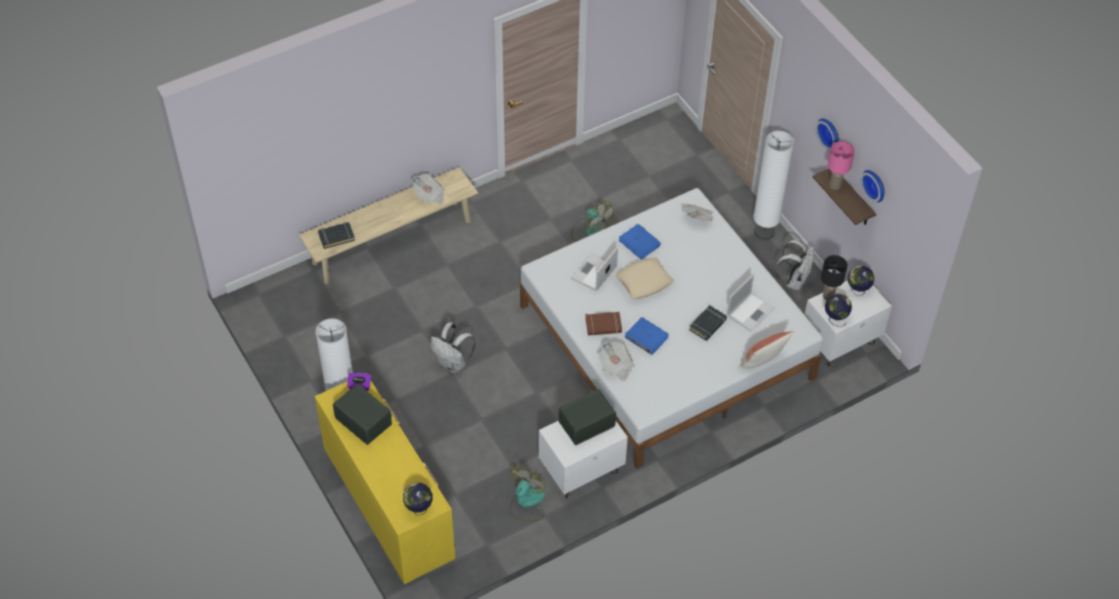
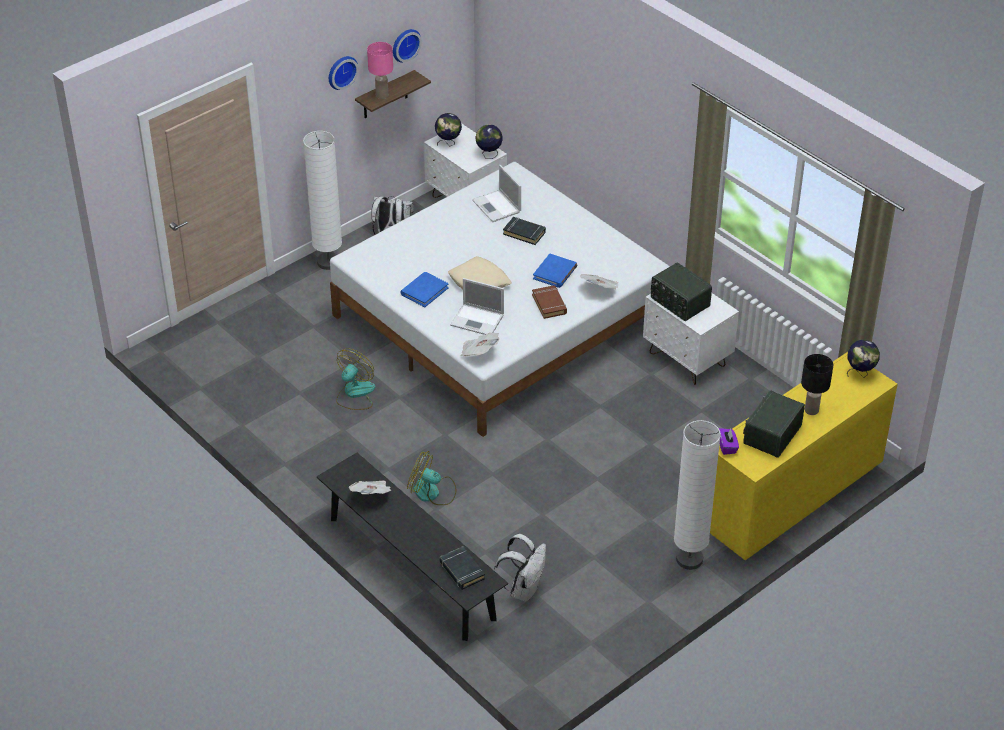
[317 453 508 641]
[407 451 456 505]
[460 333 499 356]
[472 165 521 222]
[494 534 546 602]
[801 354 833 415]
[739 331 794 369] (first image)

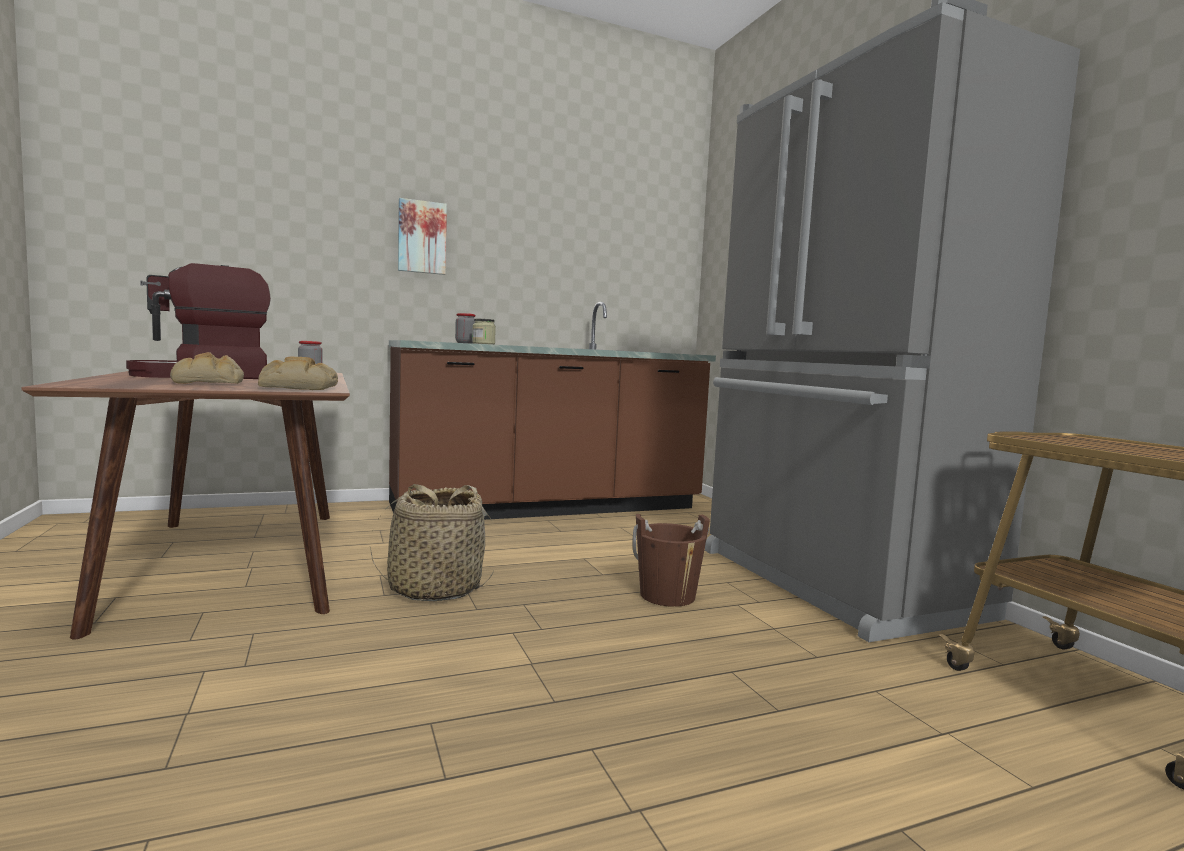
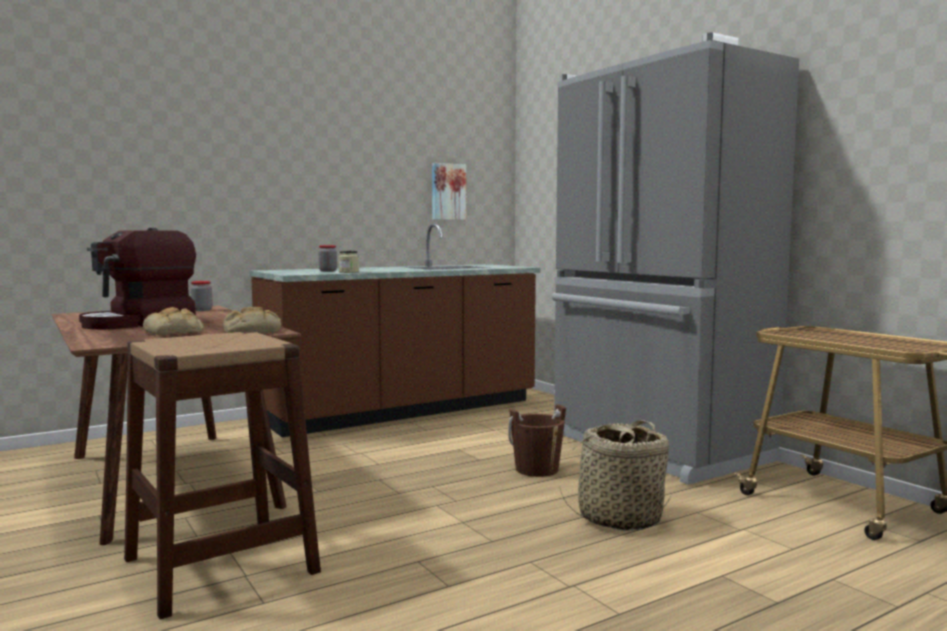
[124 332 321 619]
[432 163 466 220]
[560 420 670 531]

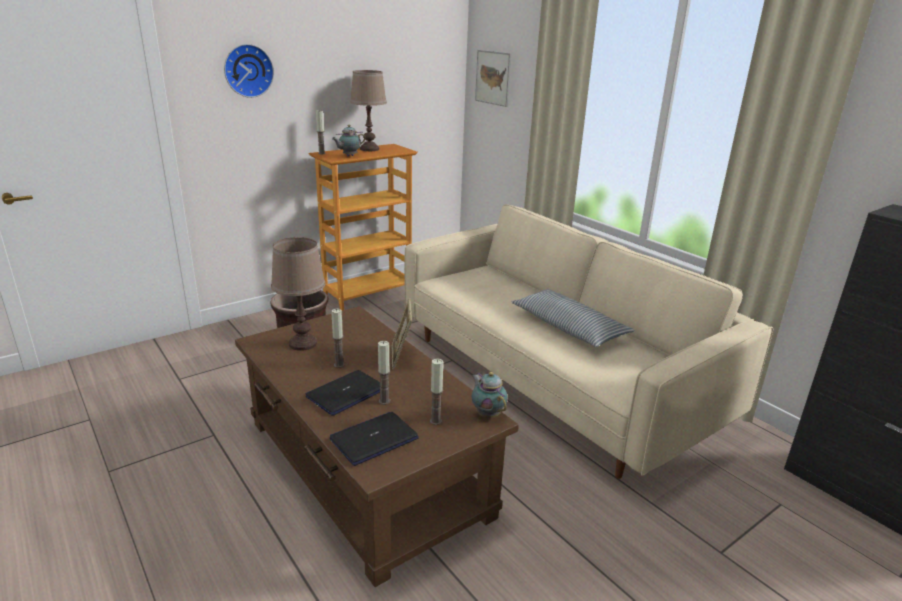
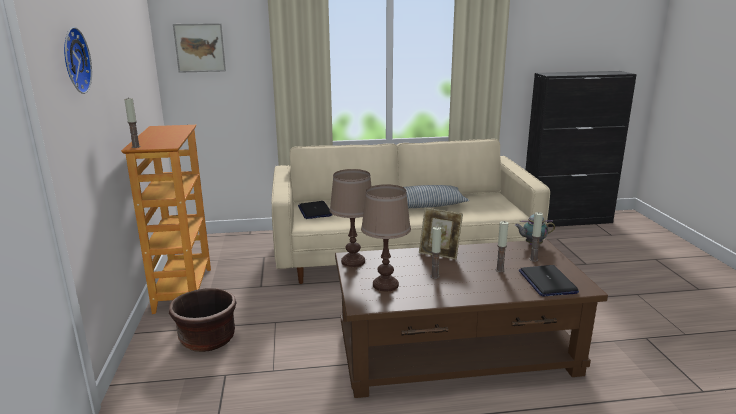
[298 201 332 219]
[330 169 372 267]
[332 125 366 156] (first image)

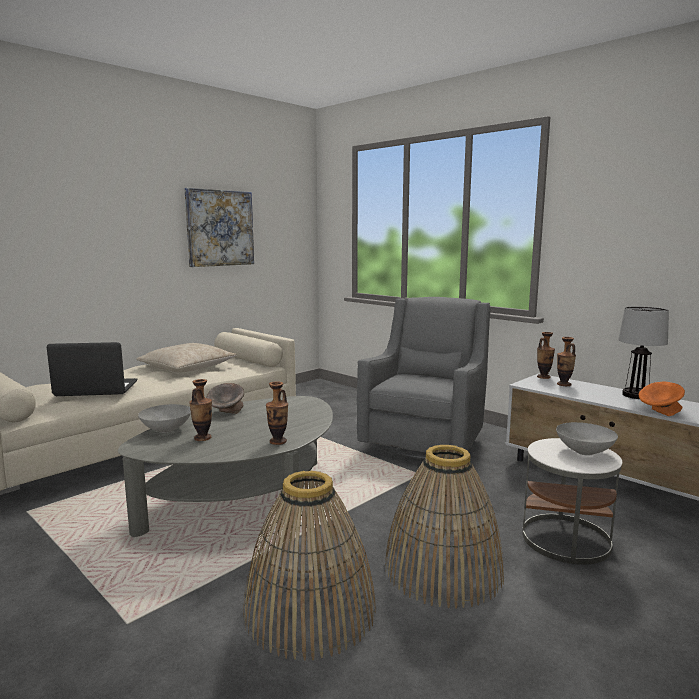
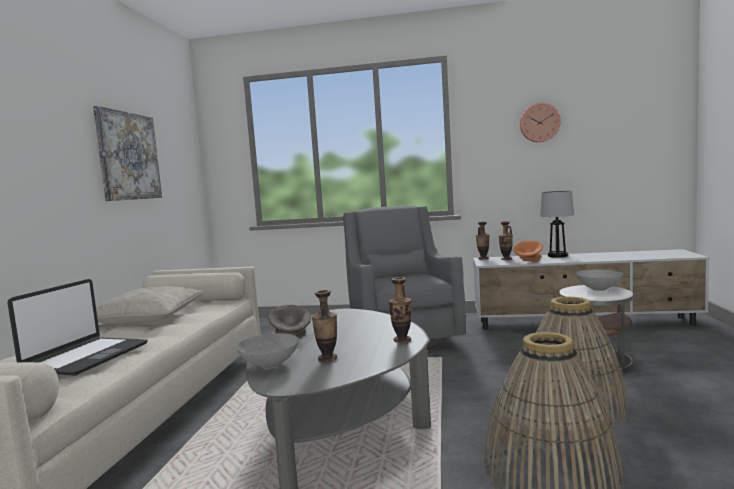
[7 279 148 376]
[513 241 543 262]
[520 103 561 142]

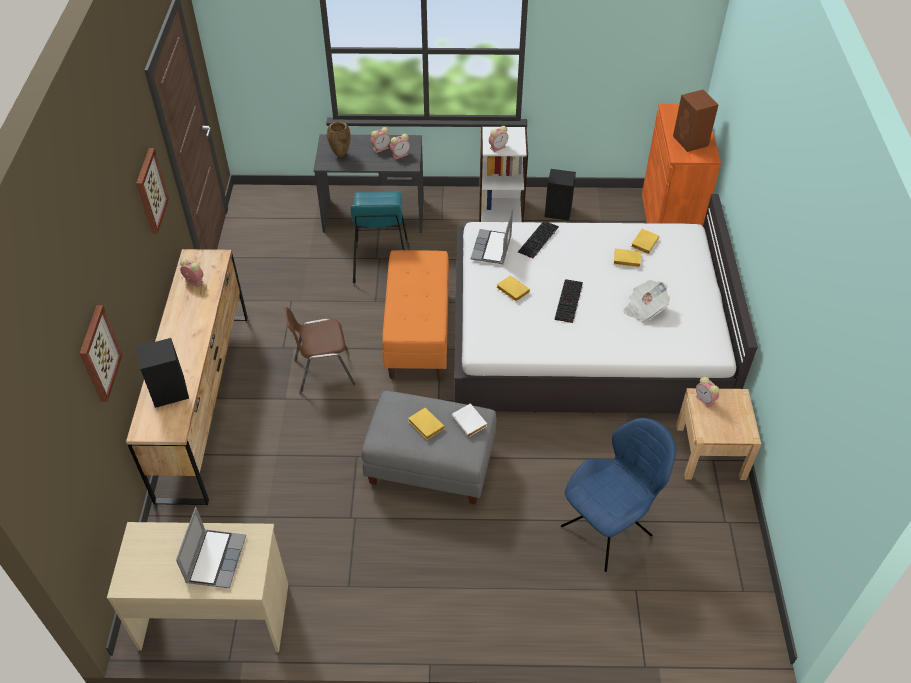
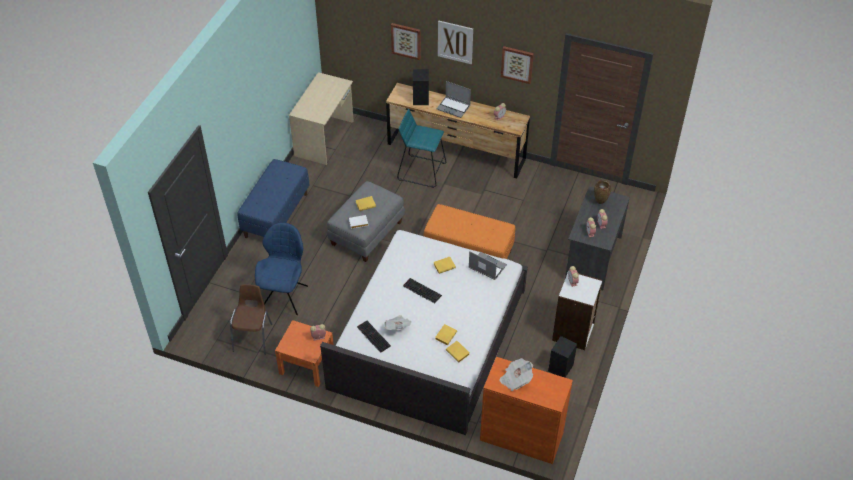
[230 284 272 355]
[238 159 310 238]
[255 223 308 315]
[275 320 334 387]
[357 321 391 353]
[397 109 446 188]
[437 81 471 118]
[438 21 473 64]
[499 358 533 391]

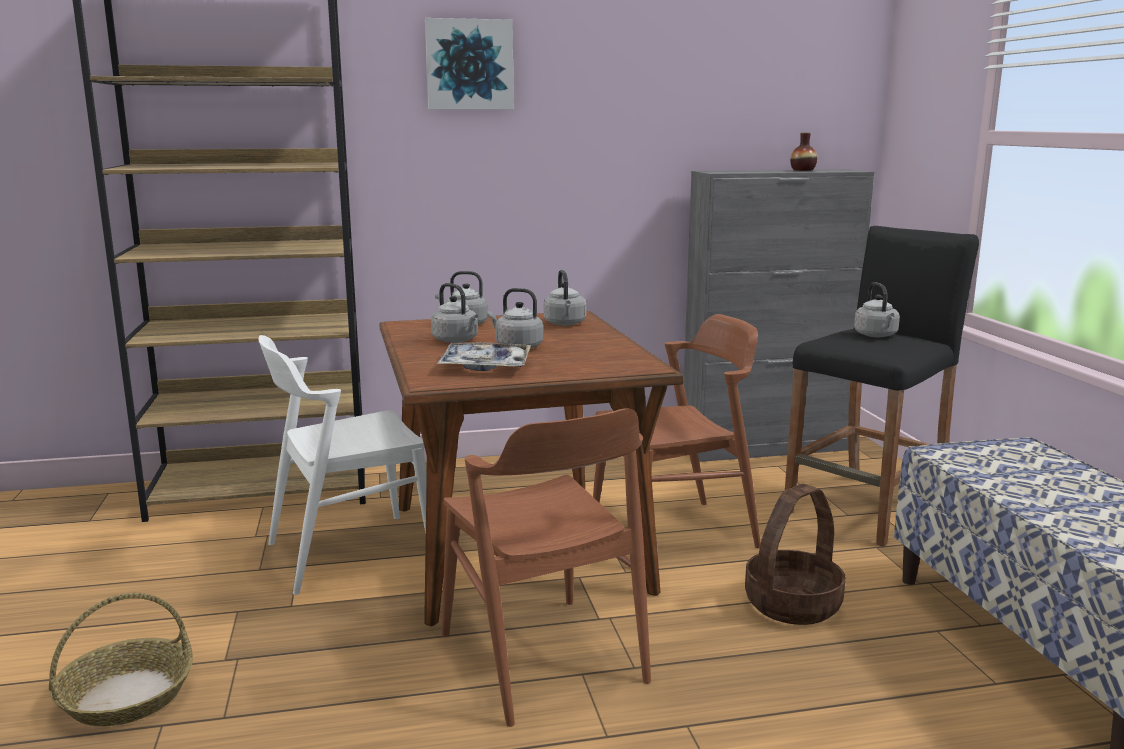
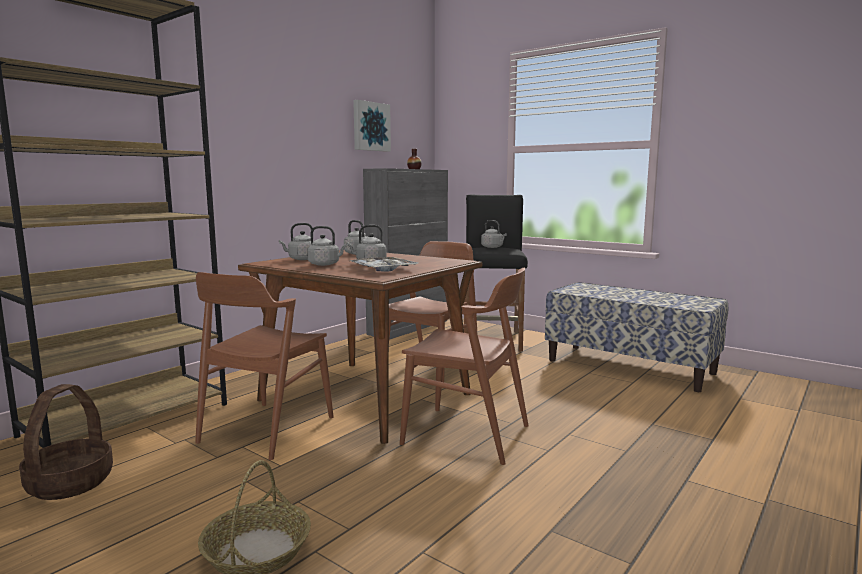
[19 384 113 500]
[195 272 334 460]
[353 100 391 152]

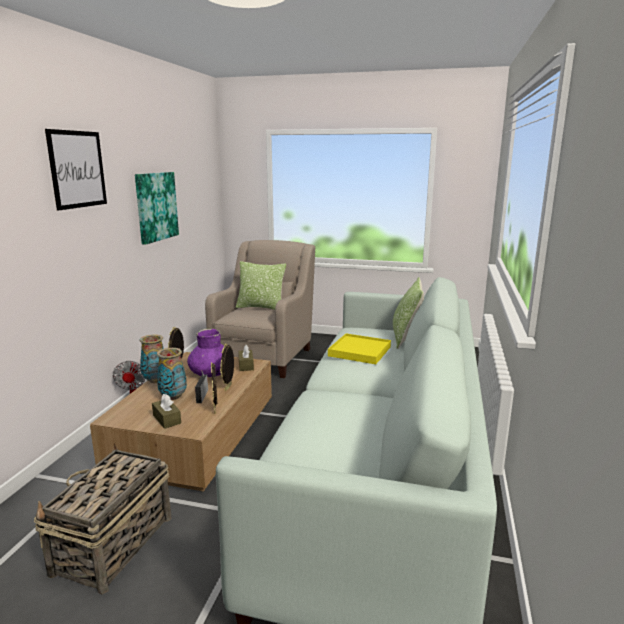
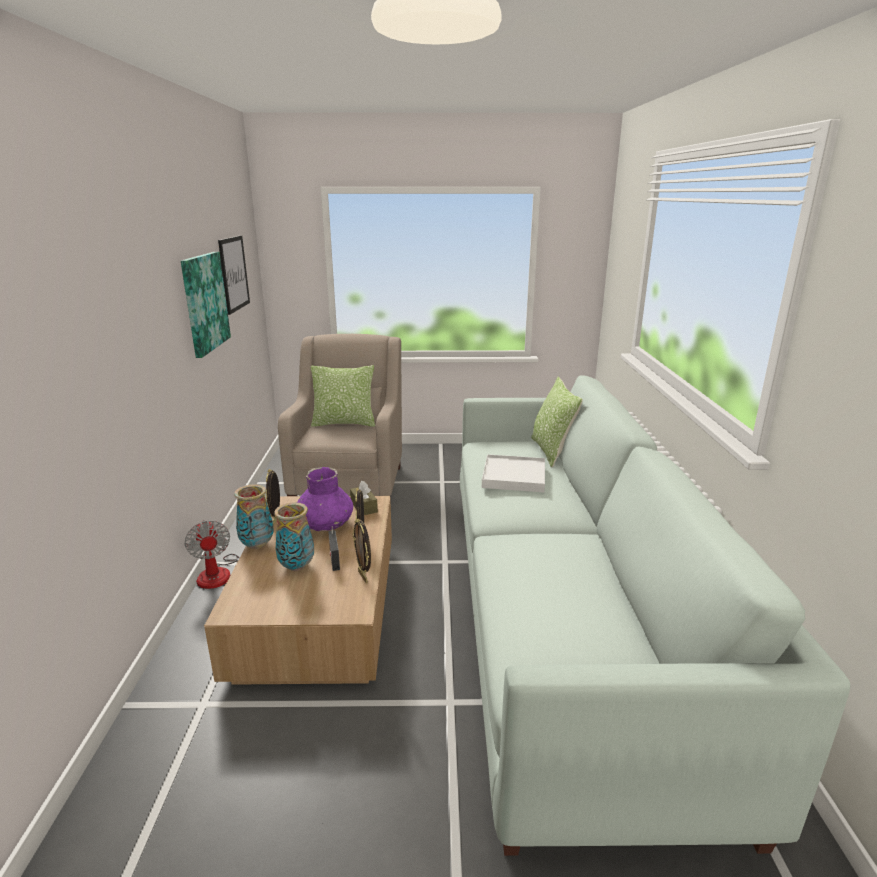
[218 235 250 315]
[482 454 545 492]
[34 443 171 594] (first image)
[152 394 181 429] (first image)

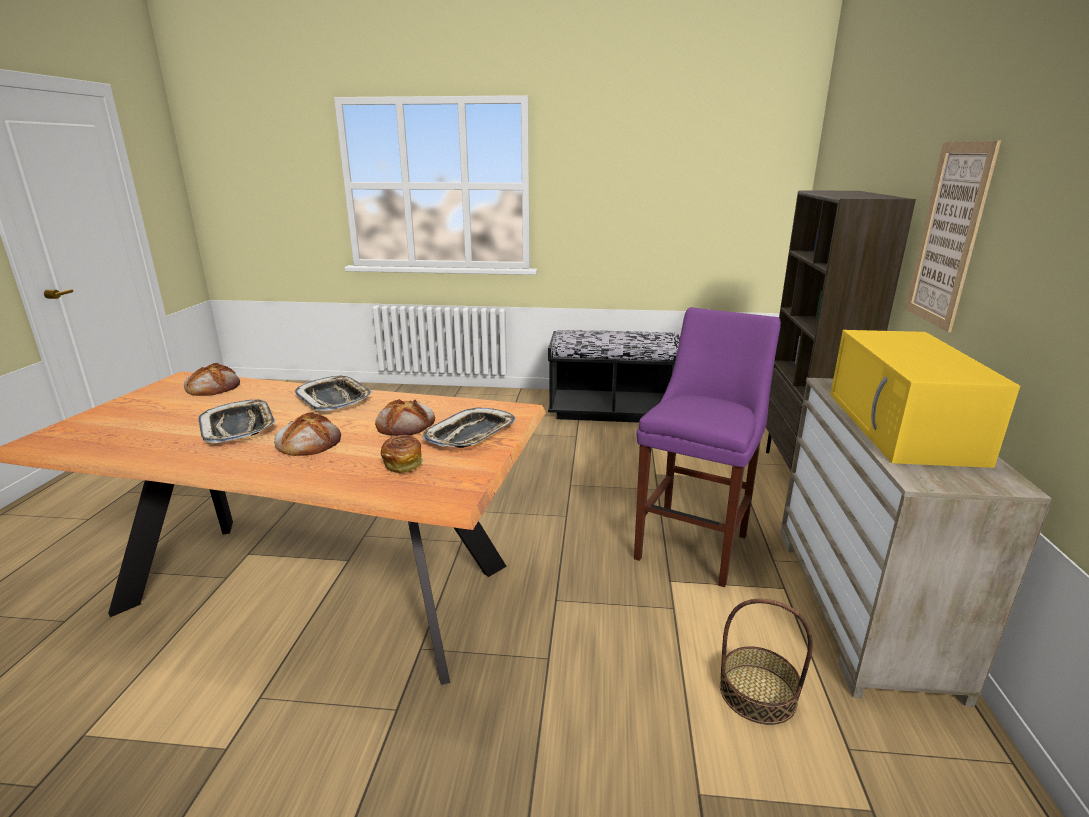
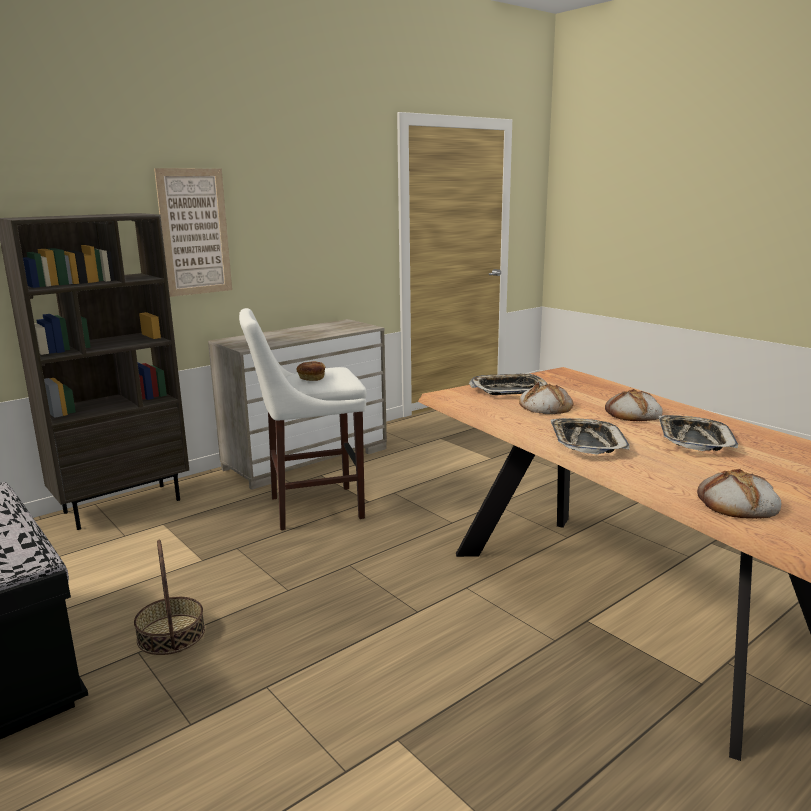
[134 540 205 655]
[239 308 367 530]
[297 361 325 381]
[830 330 1020 468] (first image)

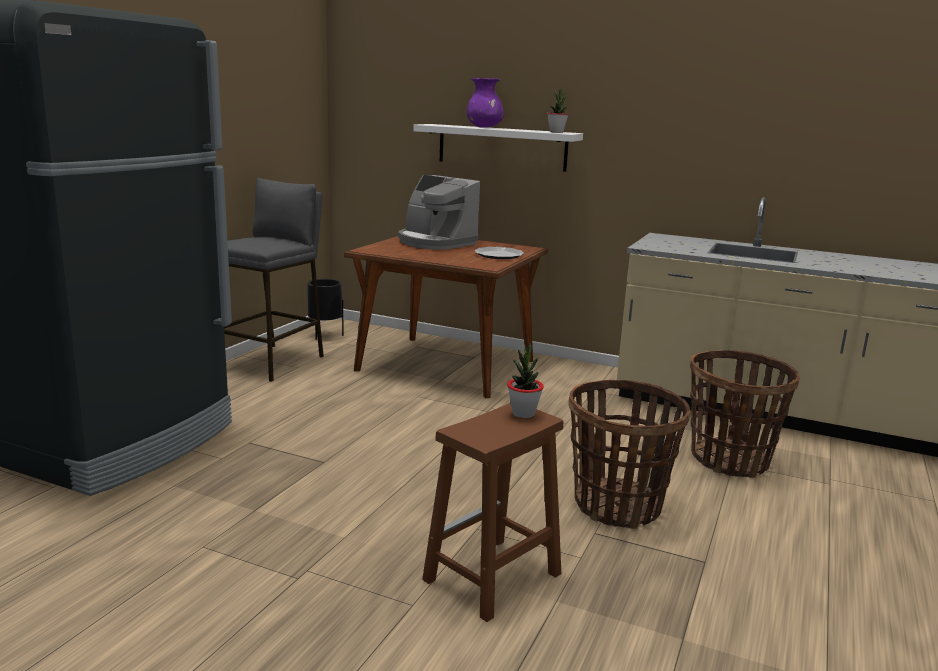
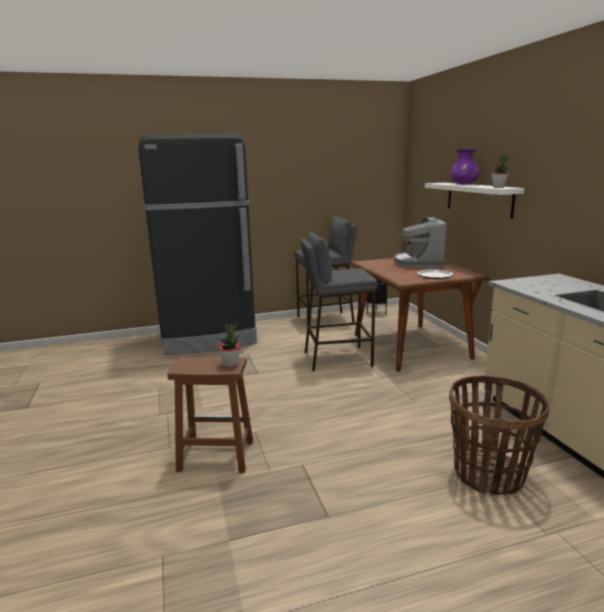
[300 232 377 371]
[569 380 690 529] (first image)

